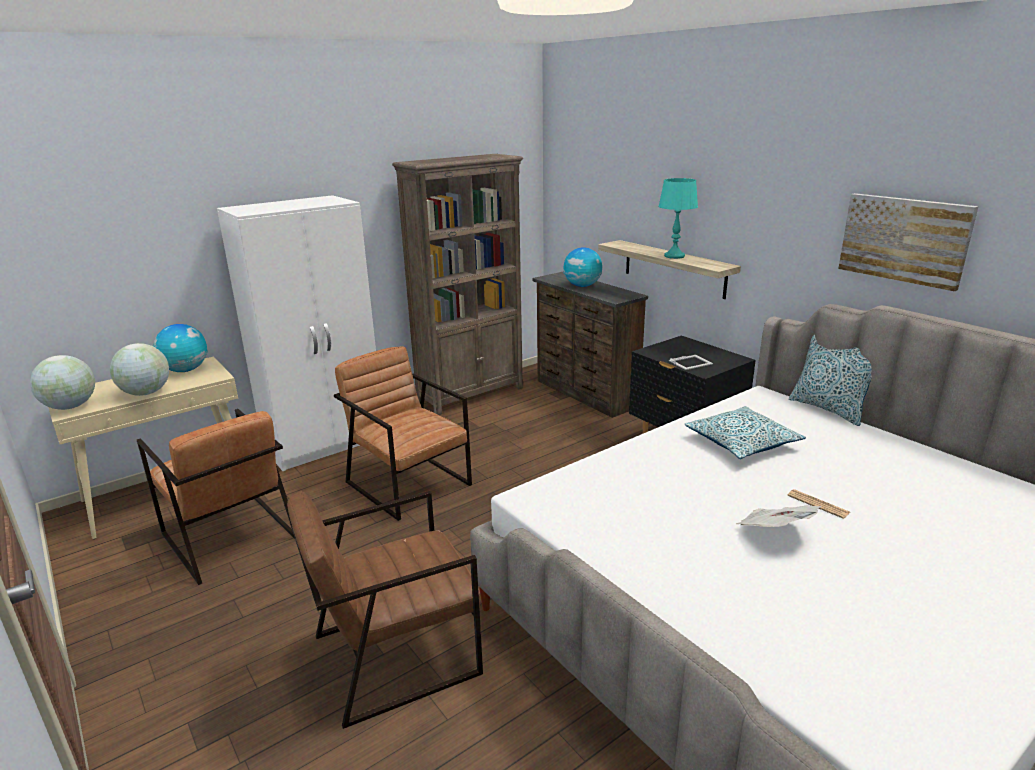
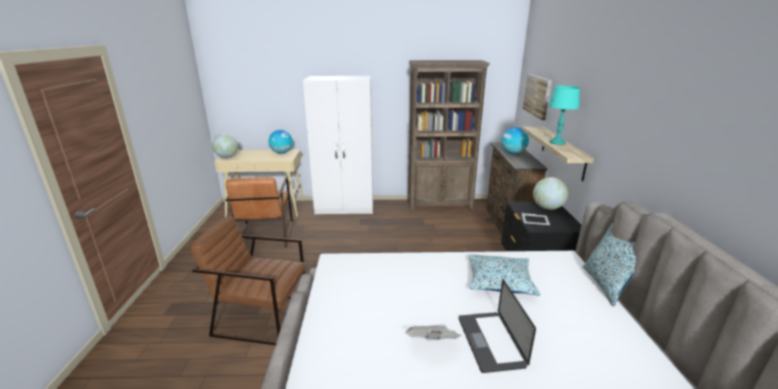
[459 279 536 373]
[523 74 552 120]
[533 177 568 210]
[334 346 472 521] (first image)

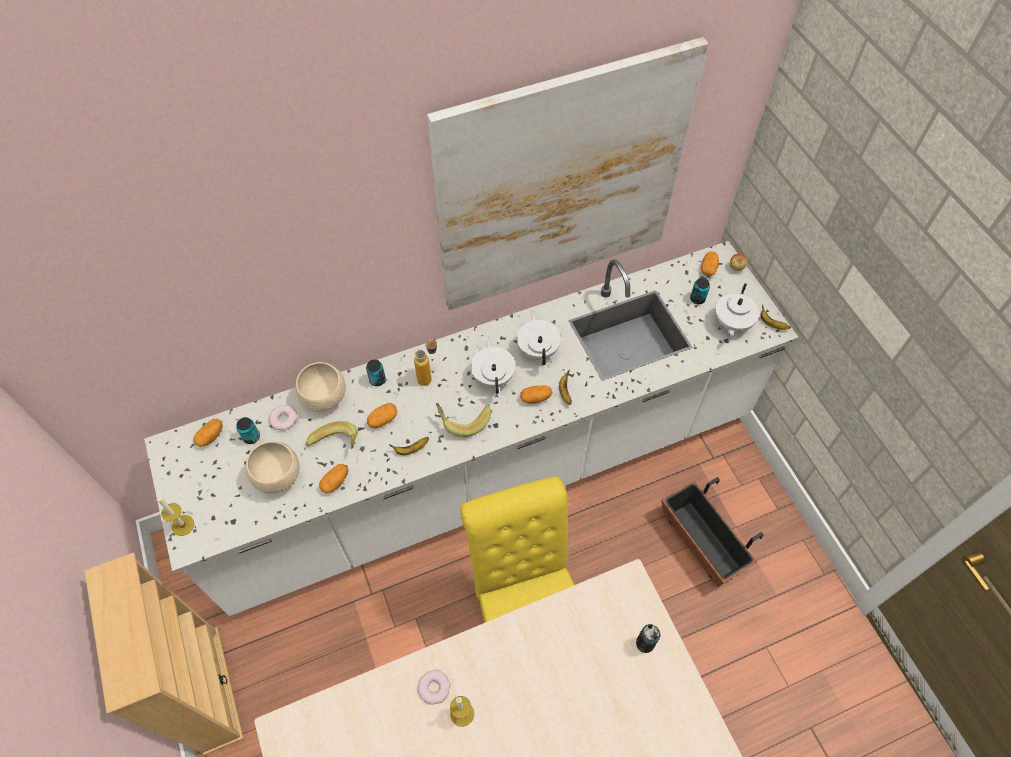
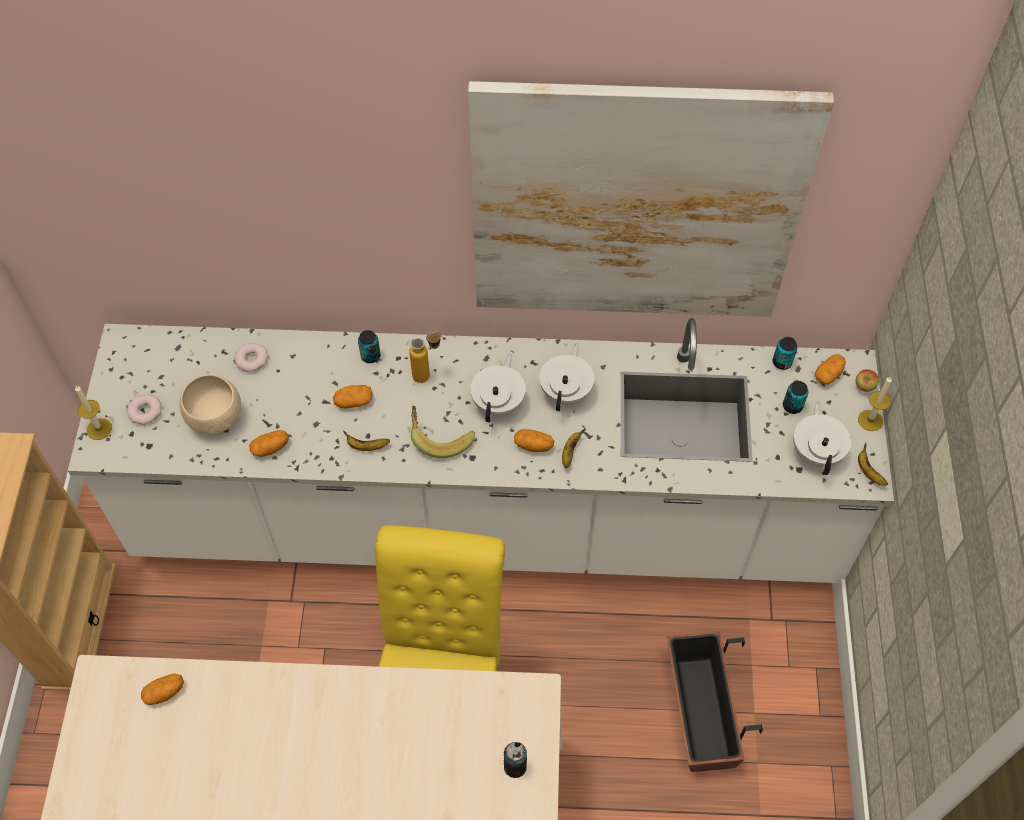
[127 394 162 425]
[141 673 184 705]
[773 337 797 370]
[794 401 851 475]
[858 377 892 431]
[295 362 346 411] (first image)
[306 421 358 449] (first image)

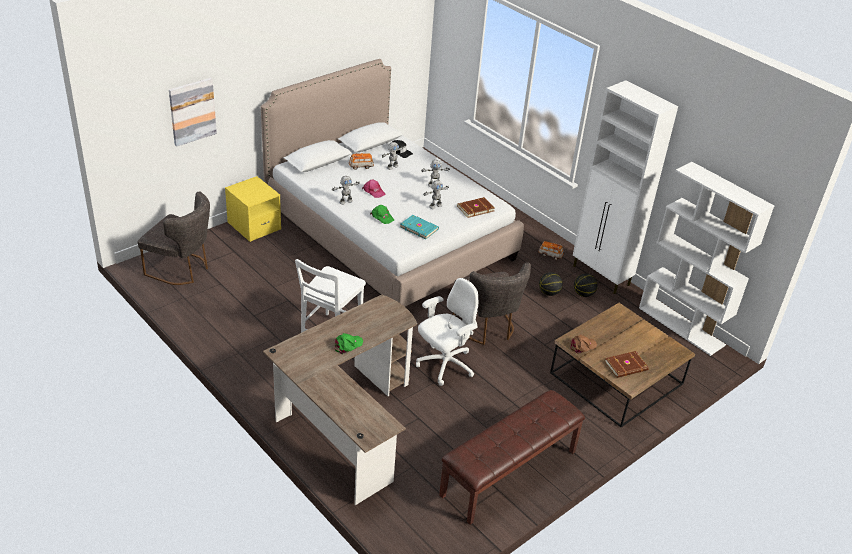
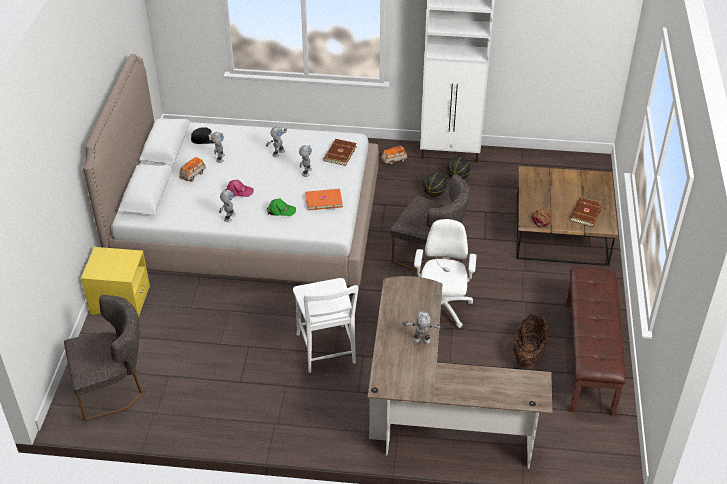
[305 189 343 211]
[402 312 443 344]
[513 313 548 367]
[169 78 217 147] (first image)
[639 162 774 356] (first image)

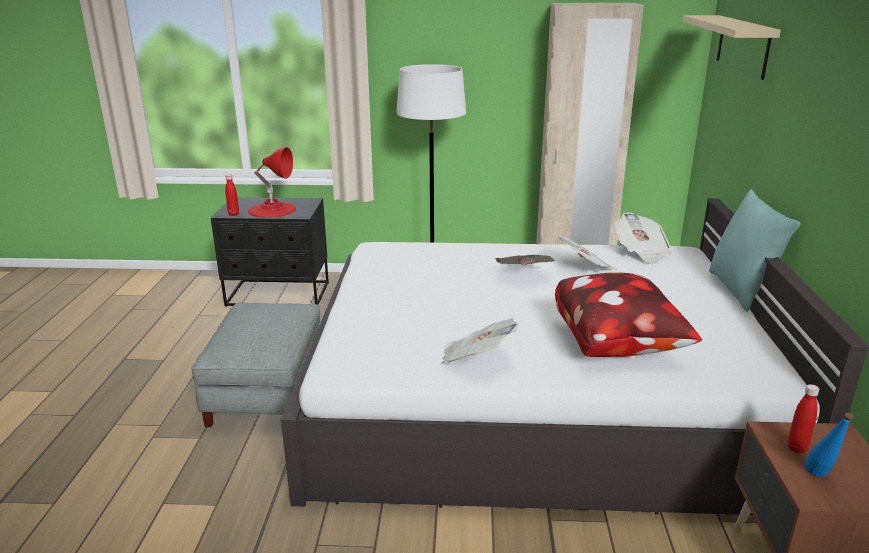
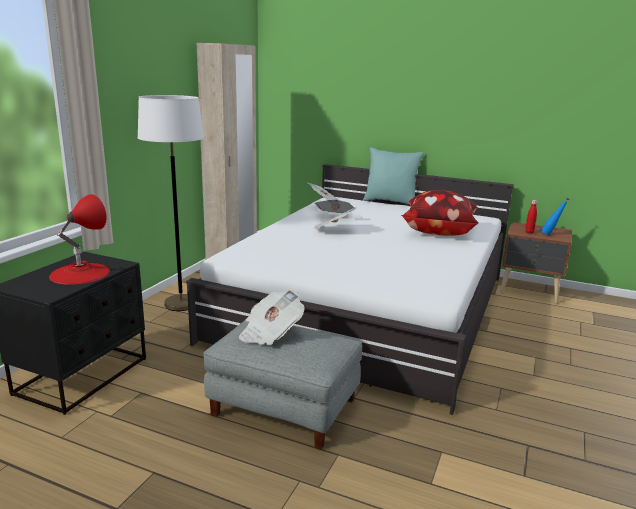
[239 290 305 345]
[225 175 239 216] (first image)
[683 15 781 80] (first image)

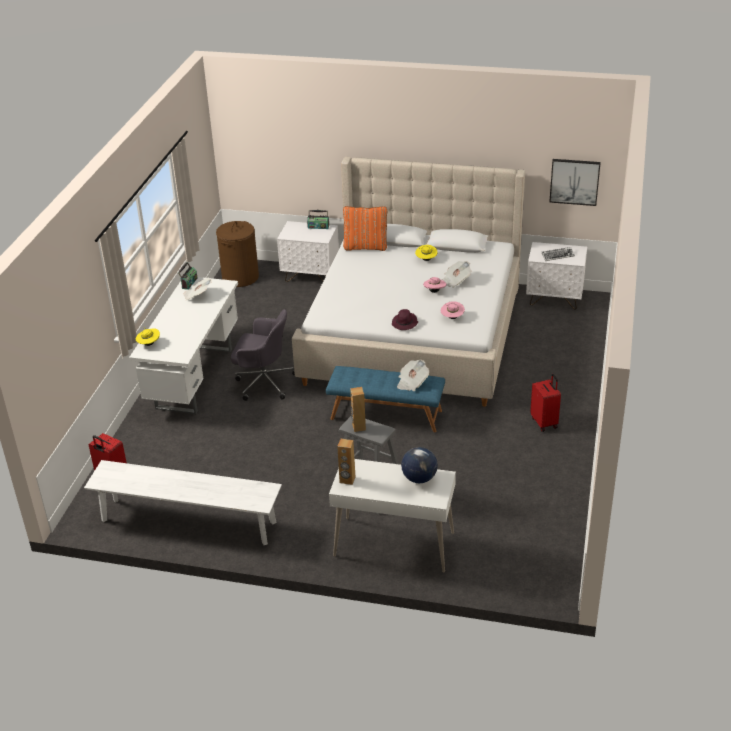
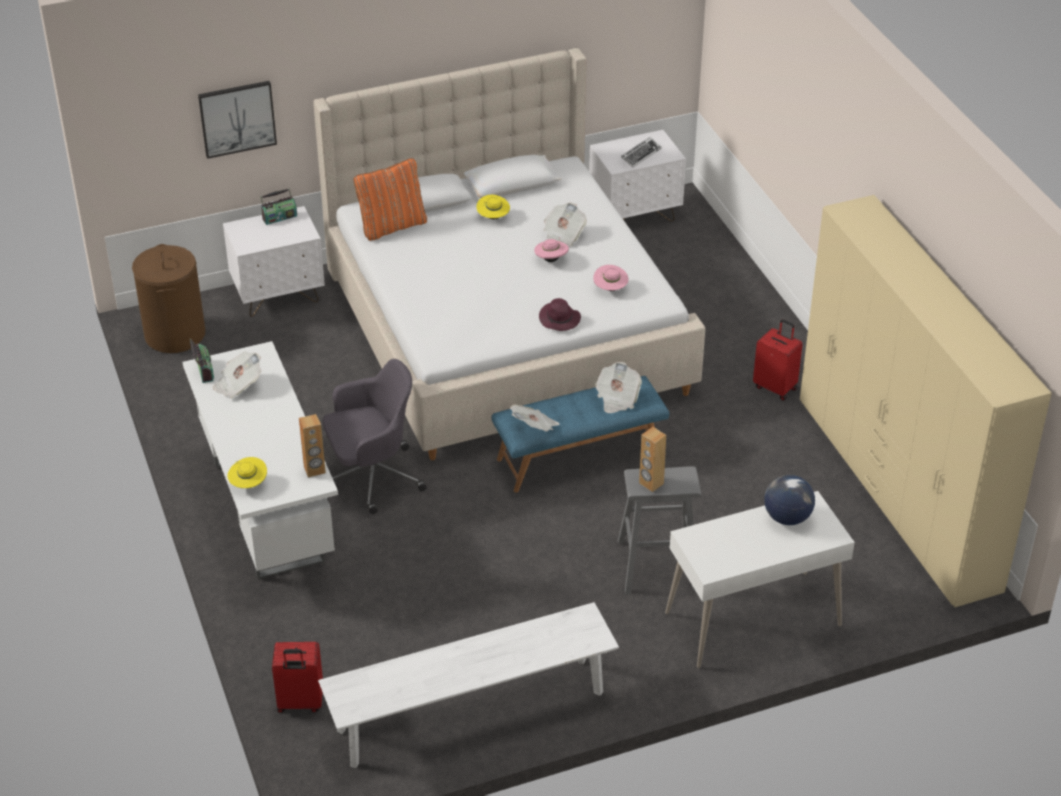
[198 81 277 159]
[299 414 326 477]
[510 404 560 432]
[800 195 1052 607]

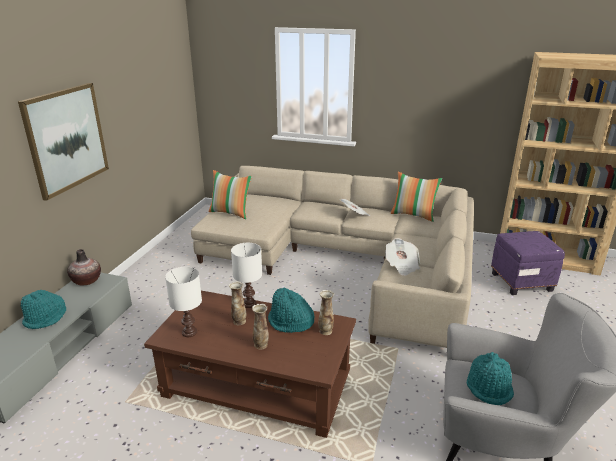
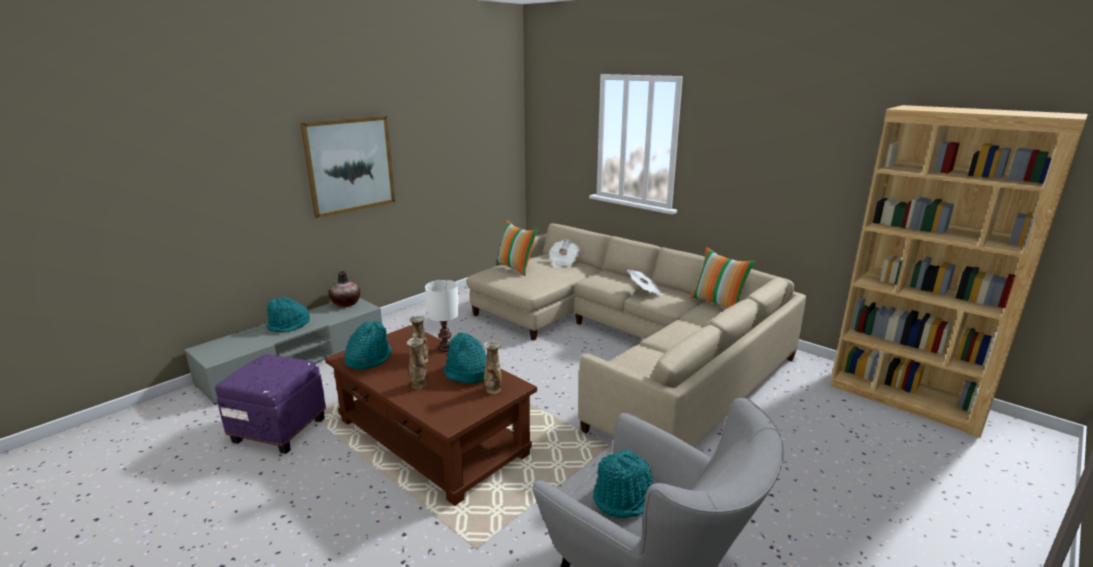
[215 354 326 454]
[345 320 392 369]
[549 240 580 267]

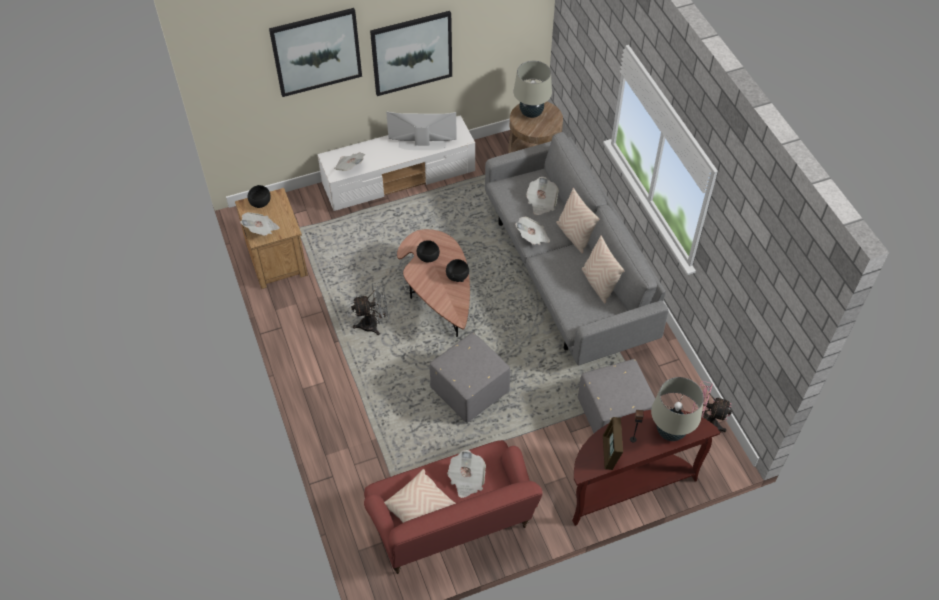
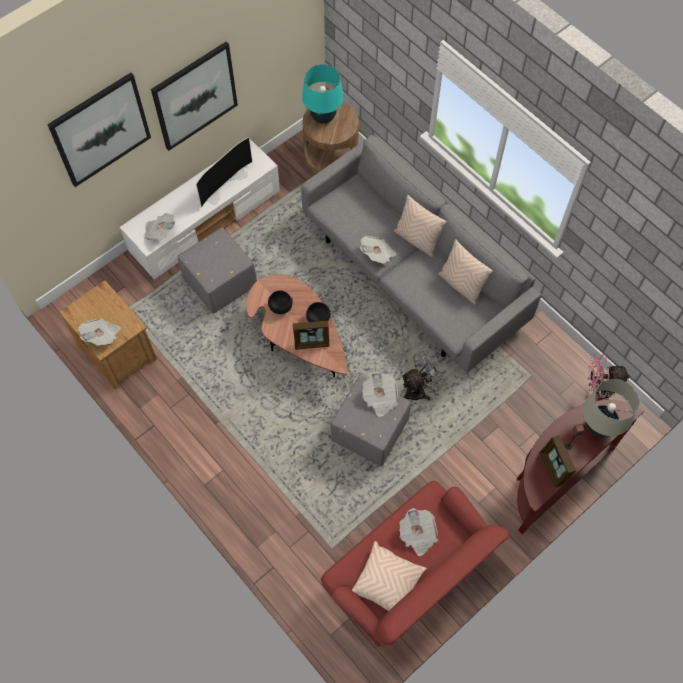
[178 228 257 314]
[196 137 252 208]
[293 320 329 350]
[302 64 343 124]
[362 371 398 417]
[401 350 446 401]
[248 185 271 208] (first image)

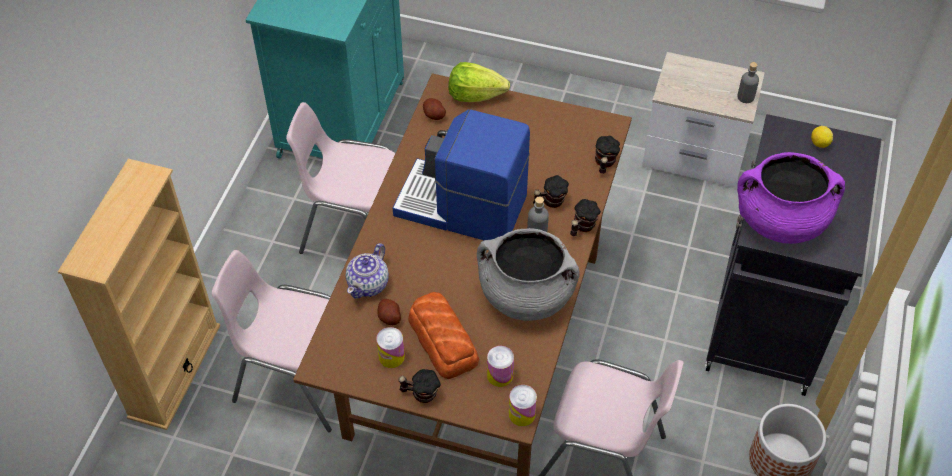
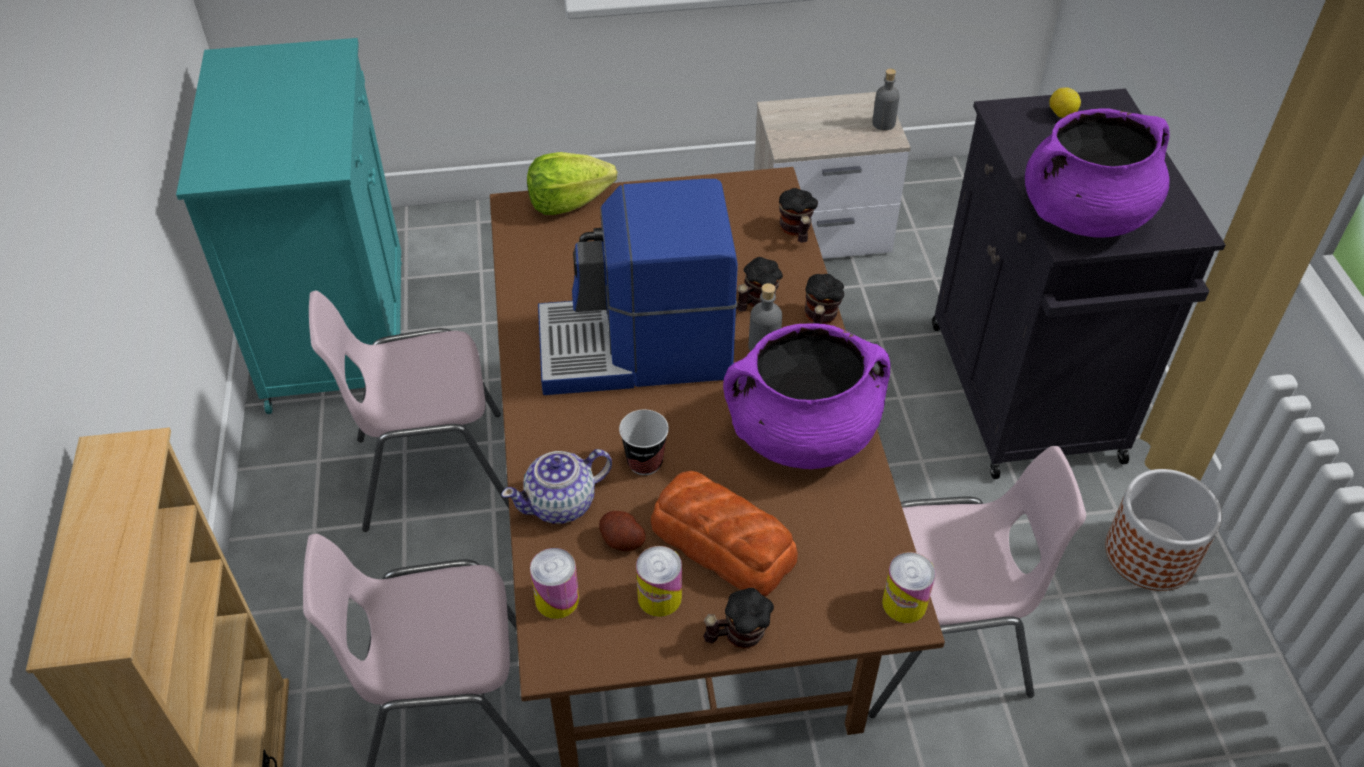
[501 449 612 524]
[530 548 579 619]
[619 410 669 475]
[723 323 890 469]
[423 98 446 120] (first image)

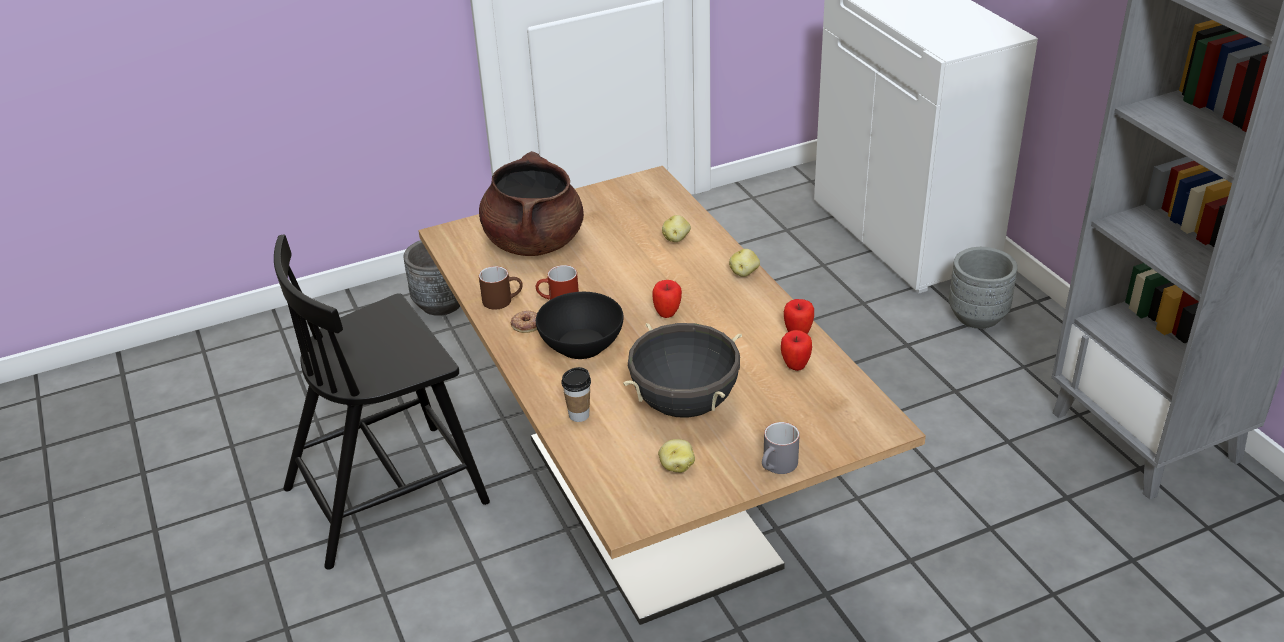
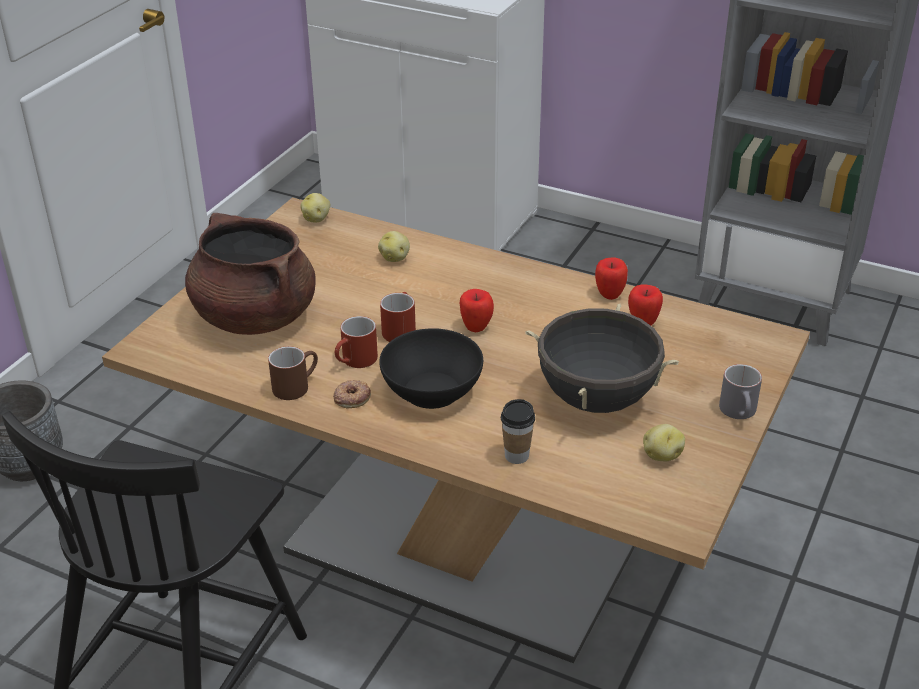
[300 193 330 222]
[380 292 416 342]
[949 247 1018 329] (first image)

